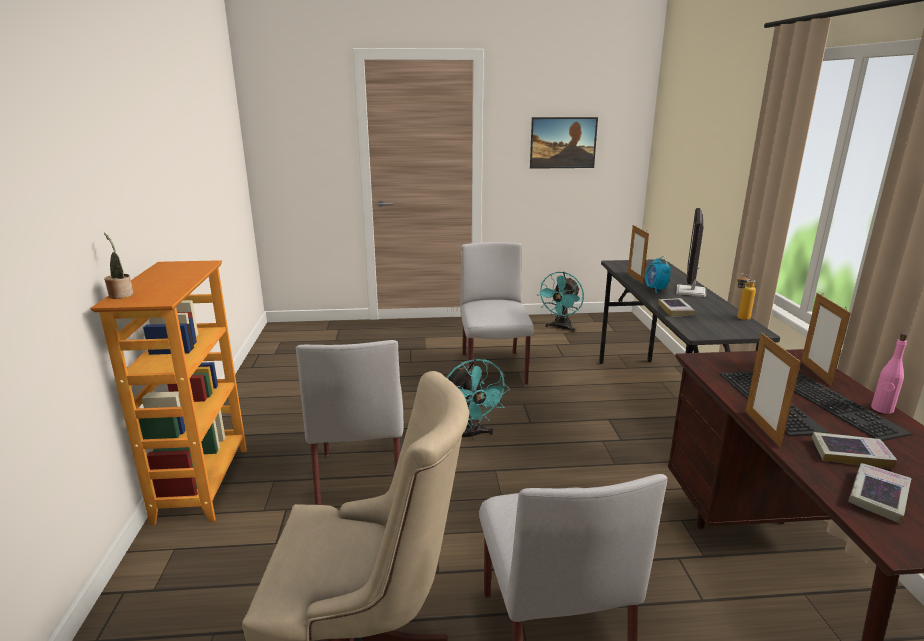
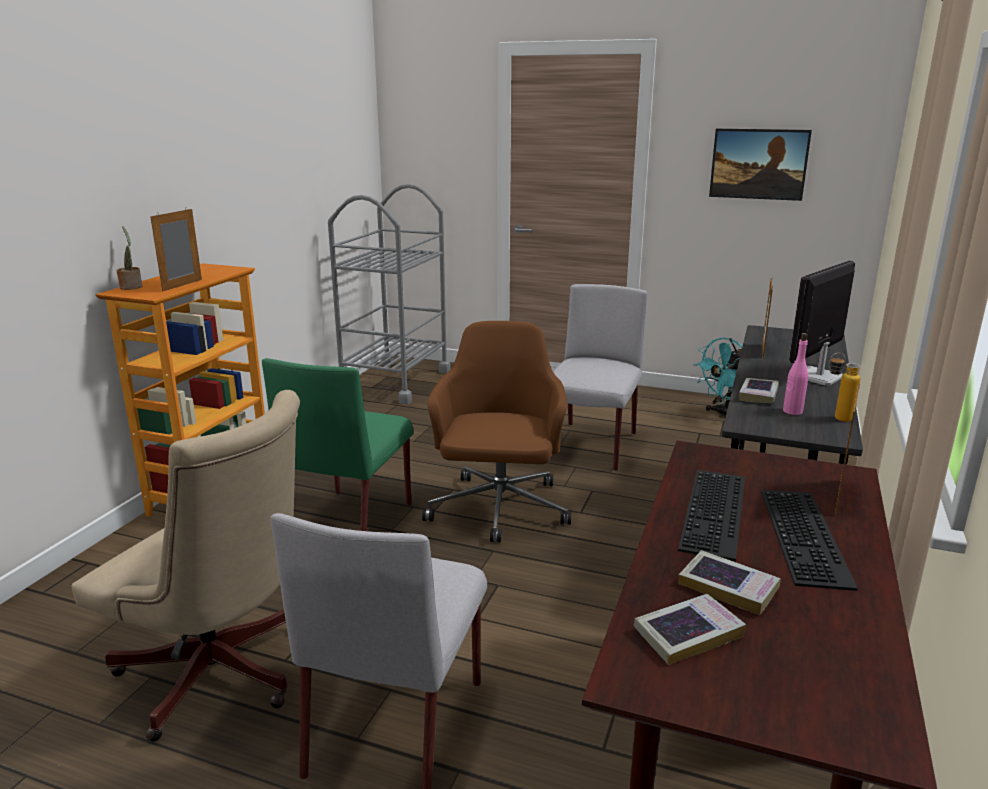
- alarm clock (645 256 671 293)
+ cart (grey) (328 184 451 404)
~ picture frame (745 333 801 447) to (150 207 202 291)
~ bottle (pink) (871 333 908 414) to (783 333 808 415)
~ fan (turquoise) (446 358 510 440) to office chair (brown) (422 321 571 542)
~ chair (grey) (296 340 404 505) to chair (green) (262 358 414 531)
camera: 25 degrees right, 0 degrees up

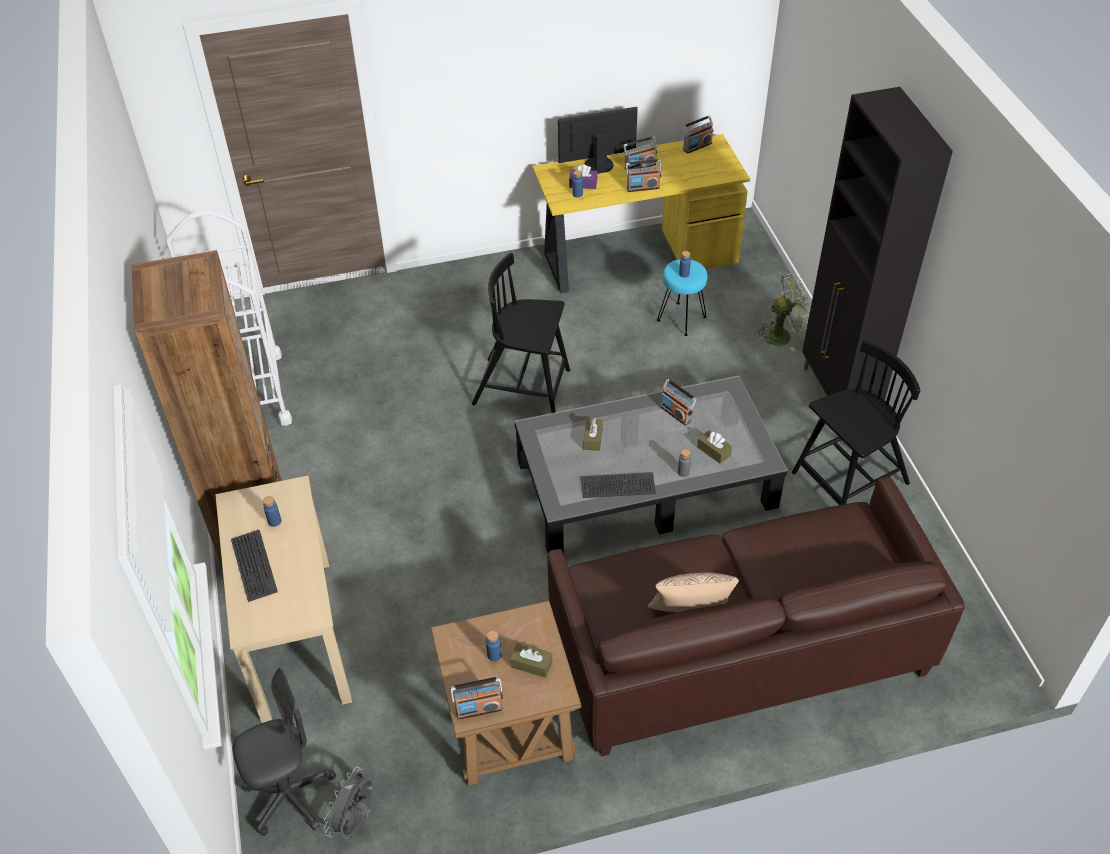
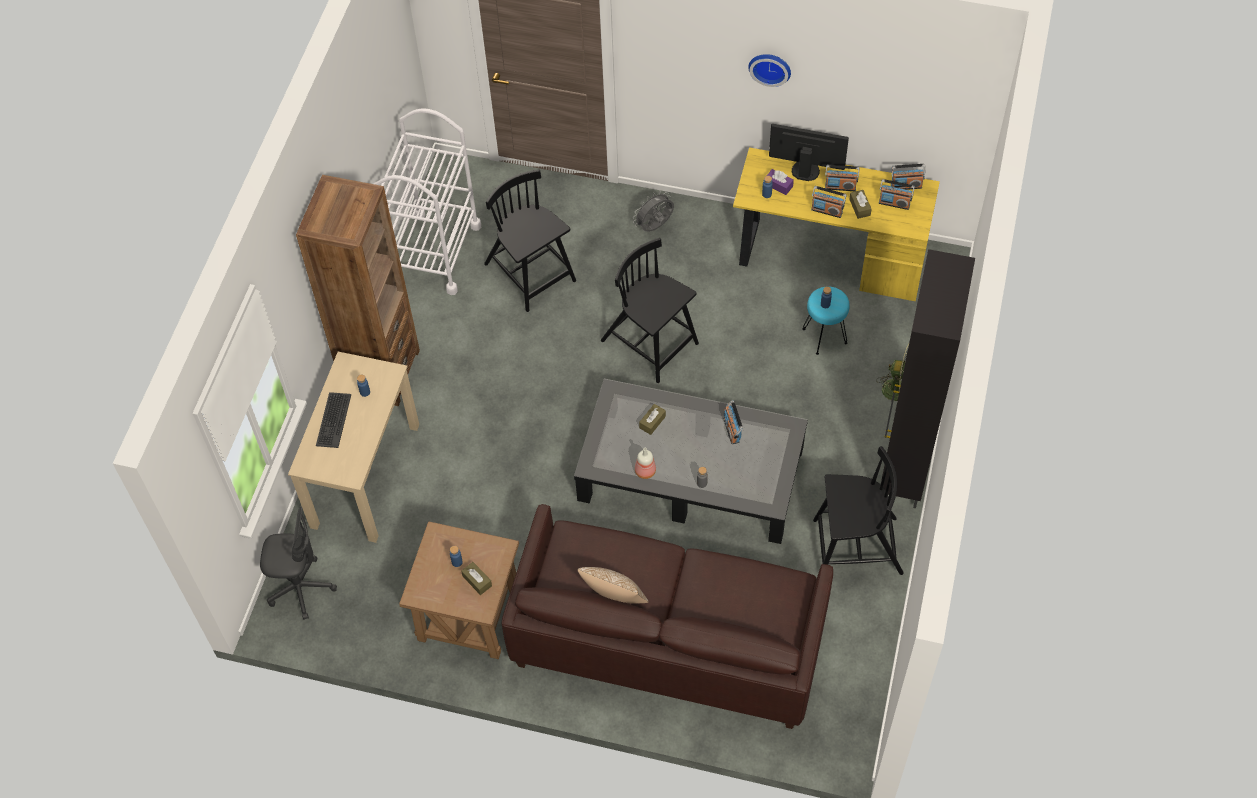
+ chair (black) (484 169 576 312)
+ wall clock (748 54 791 87)
~ fan (grey) (323 767 374 839) to (633 191 674 232)
~ radio (450 677 503 720) to (879 179 915 210)
~ tissue box (brown) (697 430 732 464) to (849 190 871 219)
~ keyboard (581 472 656 498) to bottle (635 448 656 479)
camera: 30 degrees right, 10 degrees up

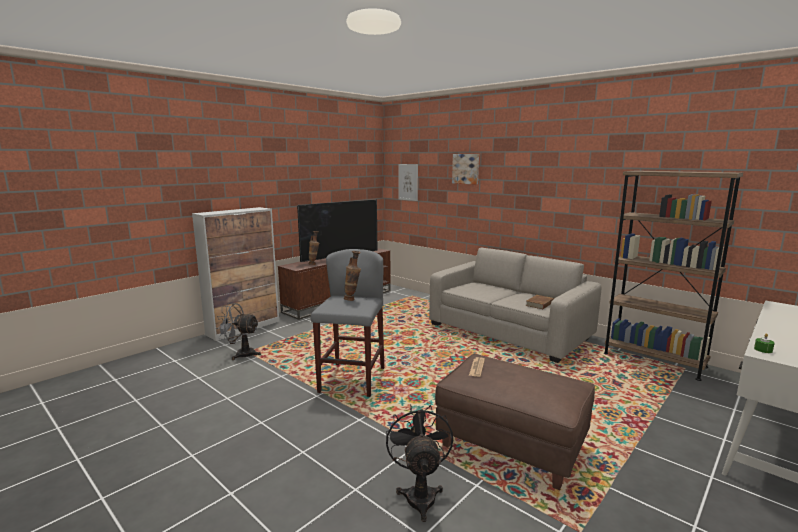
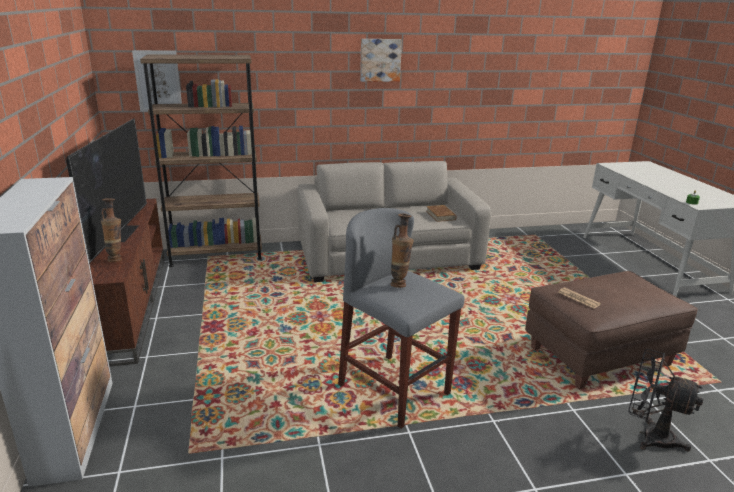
- fan (grey) (216 303 261 360)
~ picture (452 154 479 185) to (360 39 402 82)
~ bookcase (brown) (604 170 743 381) to (140 54 262 267)
camera: 55 degrees left, 10 degrees up

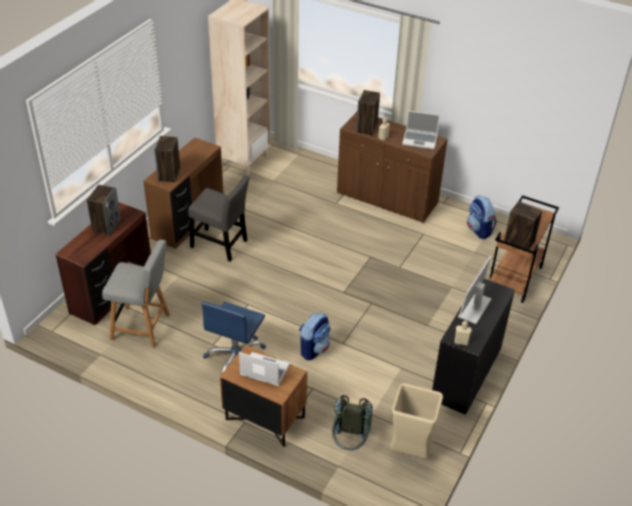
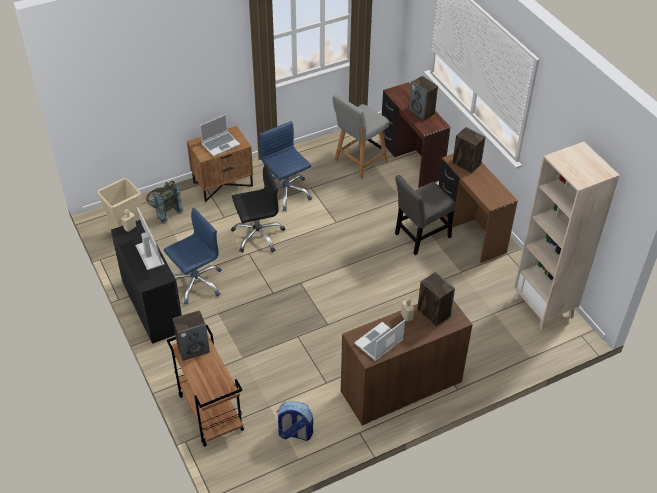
+ office chair (blue) (164 208 222 305)
~ backpack (299 313 331 360) to office chair (black) (231 163 285 253)
camera: 125 degrees right, 5 degrees up

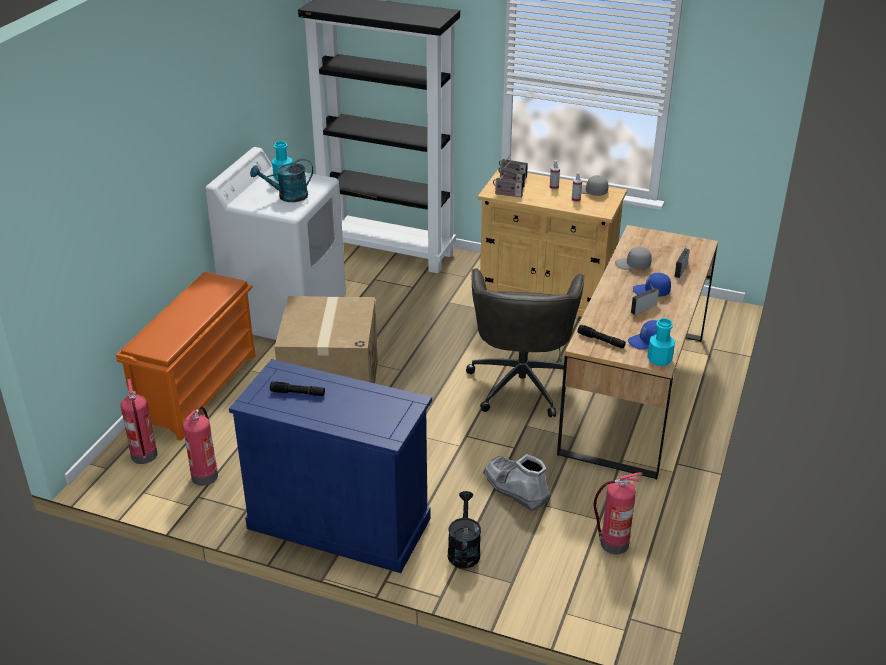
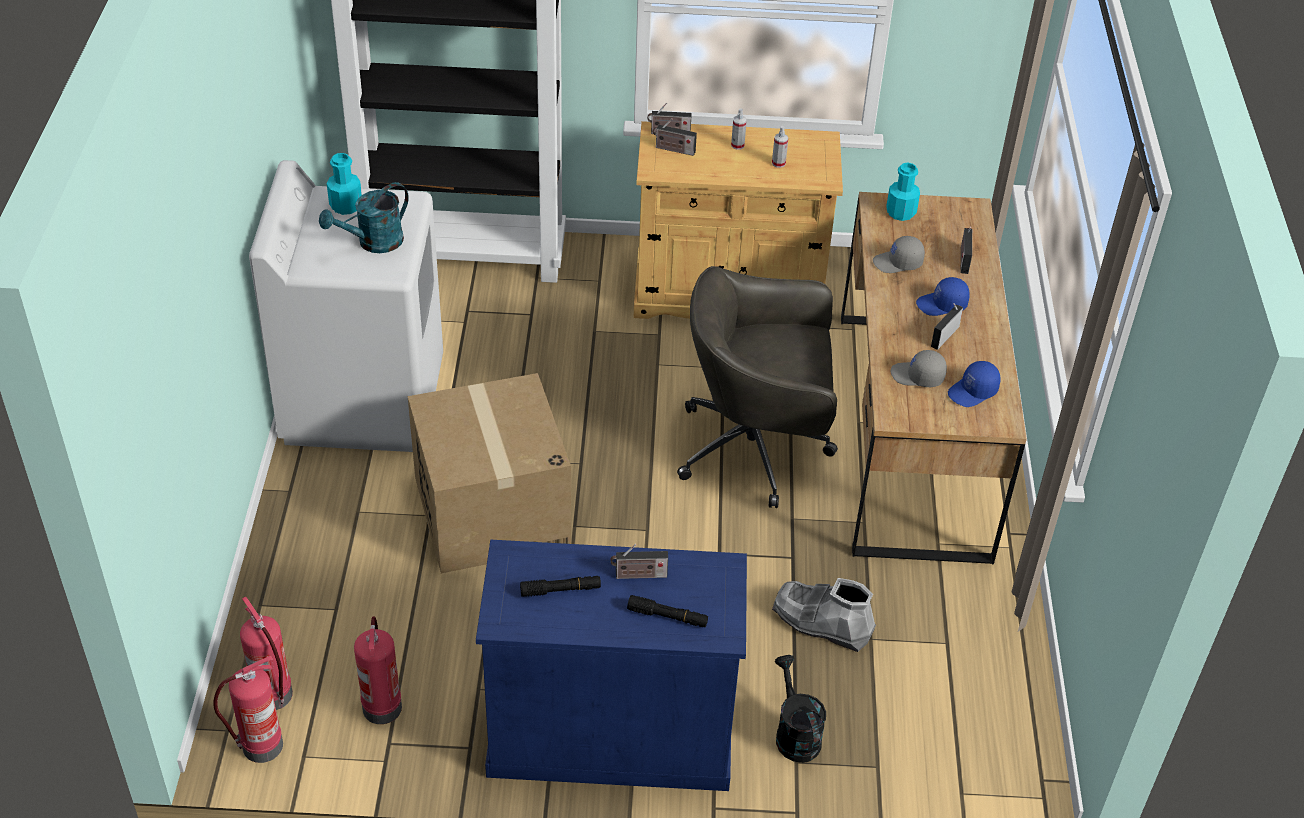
- shoe rack (orange) (116 272 256 441)
~ radio (493 172 523 197) to (611 544 668 579)
~ flashlight (black) (578 325 626 348) to (627 595 708 627)
~ cap (grey) (581 175 608 196) to (891 350 947 387)
~ fire extinguisher (594 472 643 554) to (213 656 283 763)
~ bottle (turquoise) (647 318 675 366) to (886 163 920 221)
~ office chair (grey) (466 268 584 417) = (677 266 838 508) 105 degrees clockwise
camera: 20 degrees left, 10 degrees up

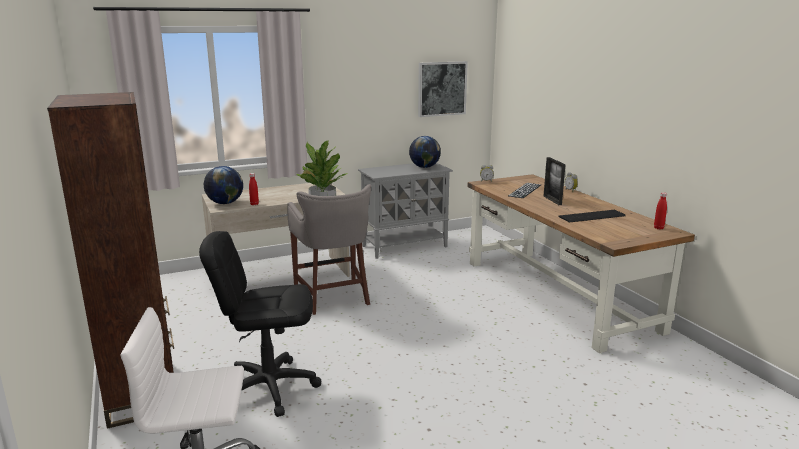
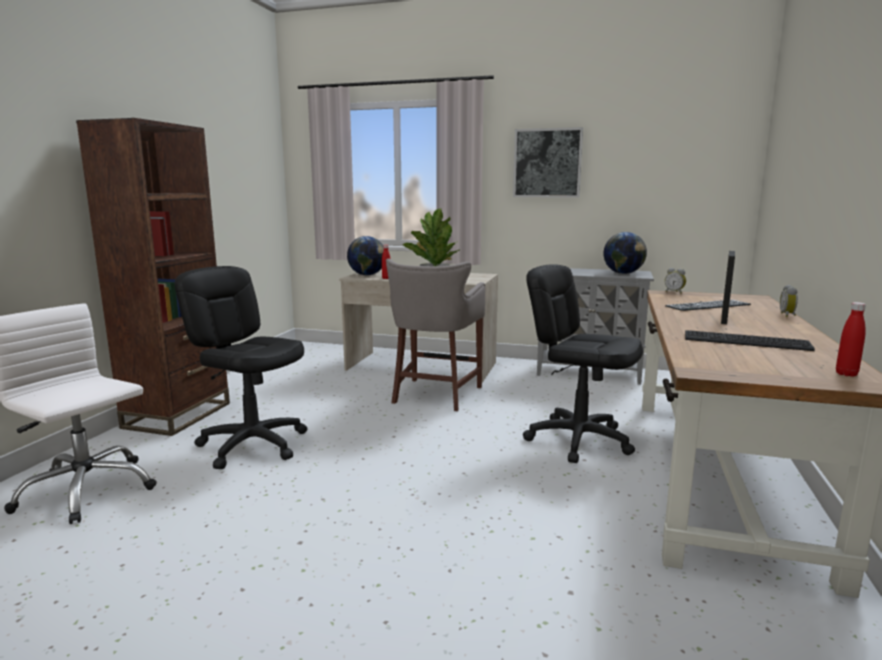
+ office chair (black) (523 264 643 463)
~ picture (418 61 468 117) to (513 127 583 198)
camera: 40 degrees right, 5 degrees down

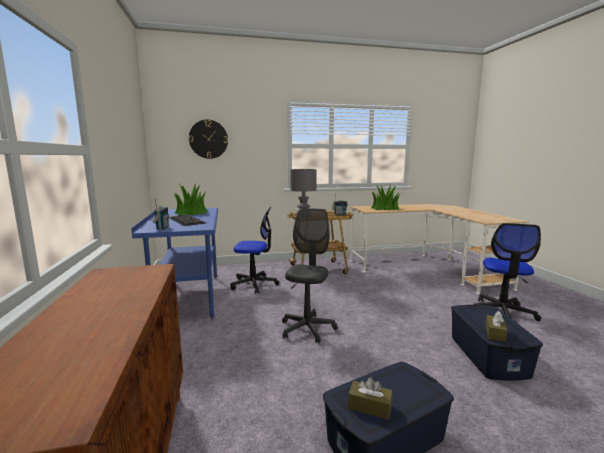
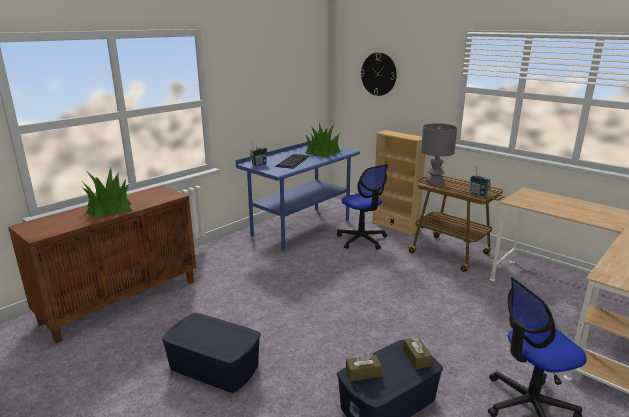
- office chair (grey) (282 208 338 344)
+ bookcase (beige) (371 130 426 235)
~ tissue box (brown) (348 377 393 420) to (403 336 432 369)
~ potted plant (371 184 401 210) to (83 168 132 219)
camera: 55 degrees right, 10 degrees up

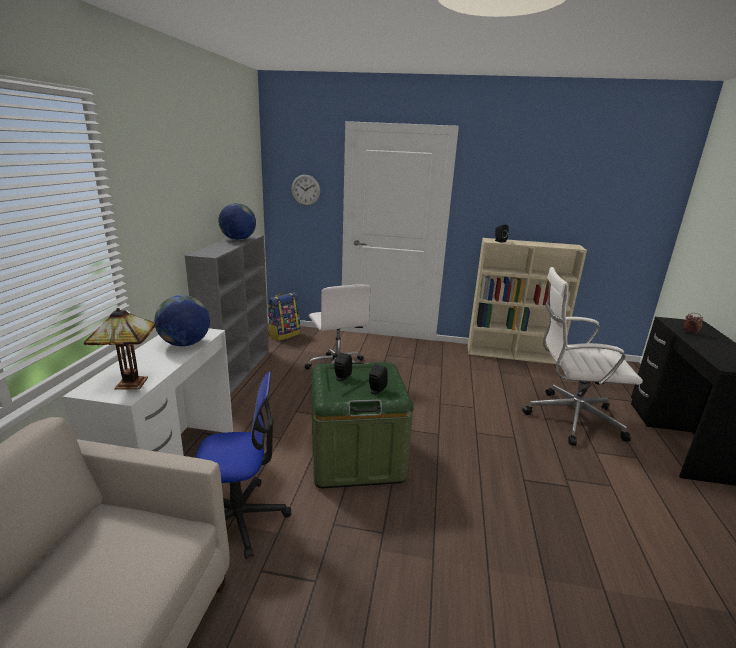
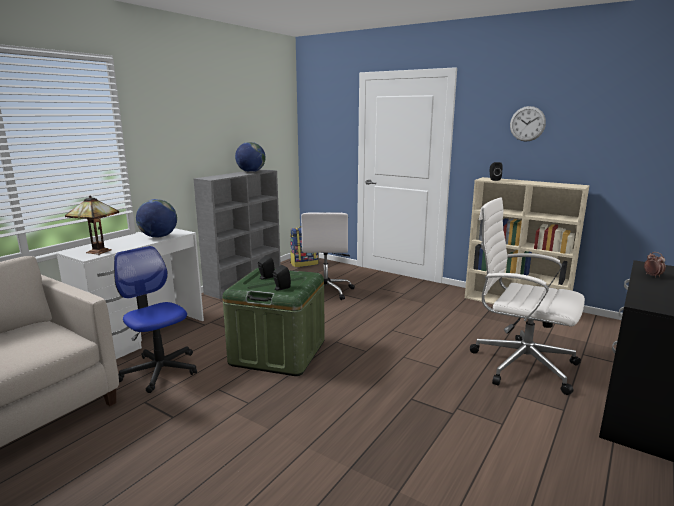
~ wall clock (291 175 320 206) to (510 106 546 142)
~ office chair (195 371 291 559) = (114 246 197 393) 150 degrees counterclockwise
camera: 25 degrees right, 5 degrees down

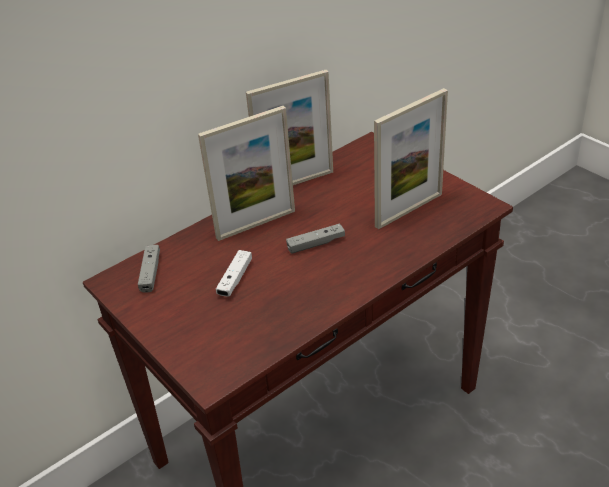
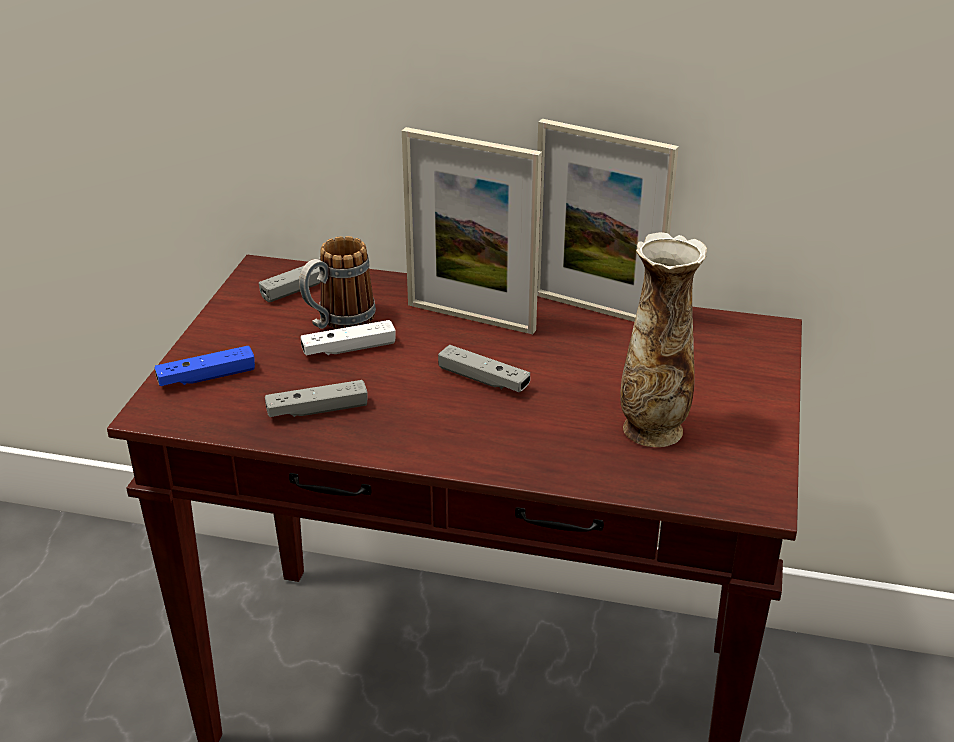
+ game controller (blue) (155 346 255 386)
+ game controller (grey) (265 380 368 417)
+ mug (299 236 376 329)
~ picture frame (374 88 448 229) to vase (620 232 707 447)
camera: 50 degrees right, 5 degrees down

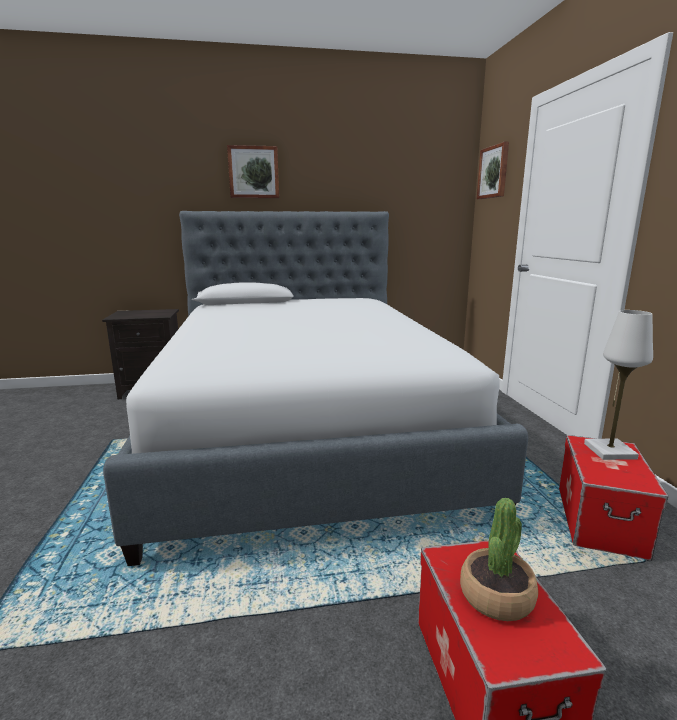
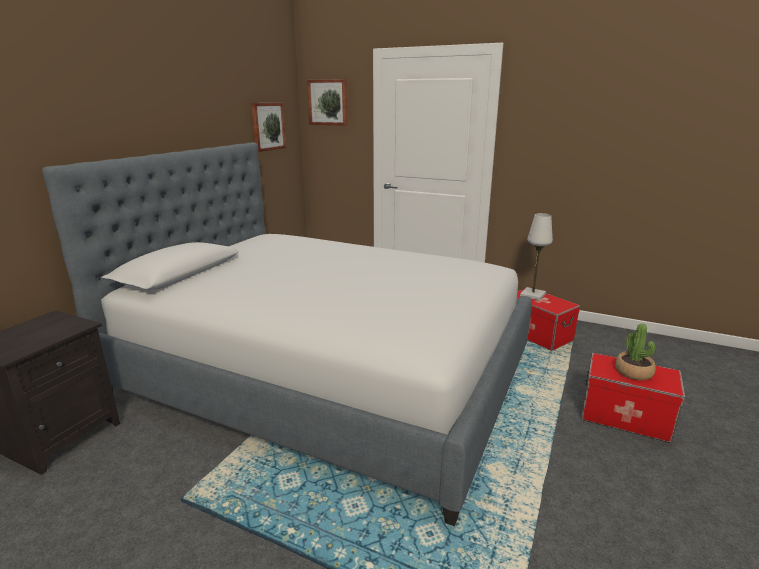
~ picture (227 145 279 198) to (251 103 286 152)
camera: 55 degrees left, 5 degrees up

